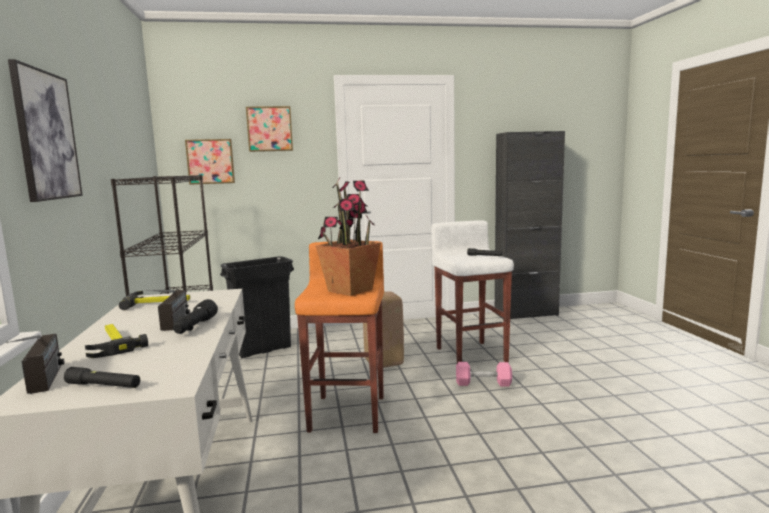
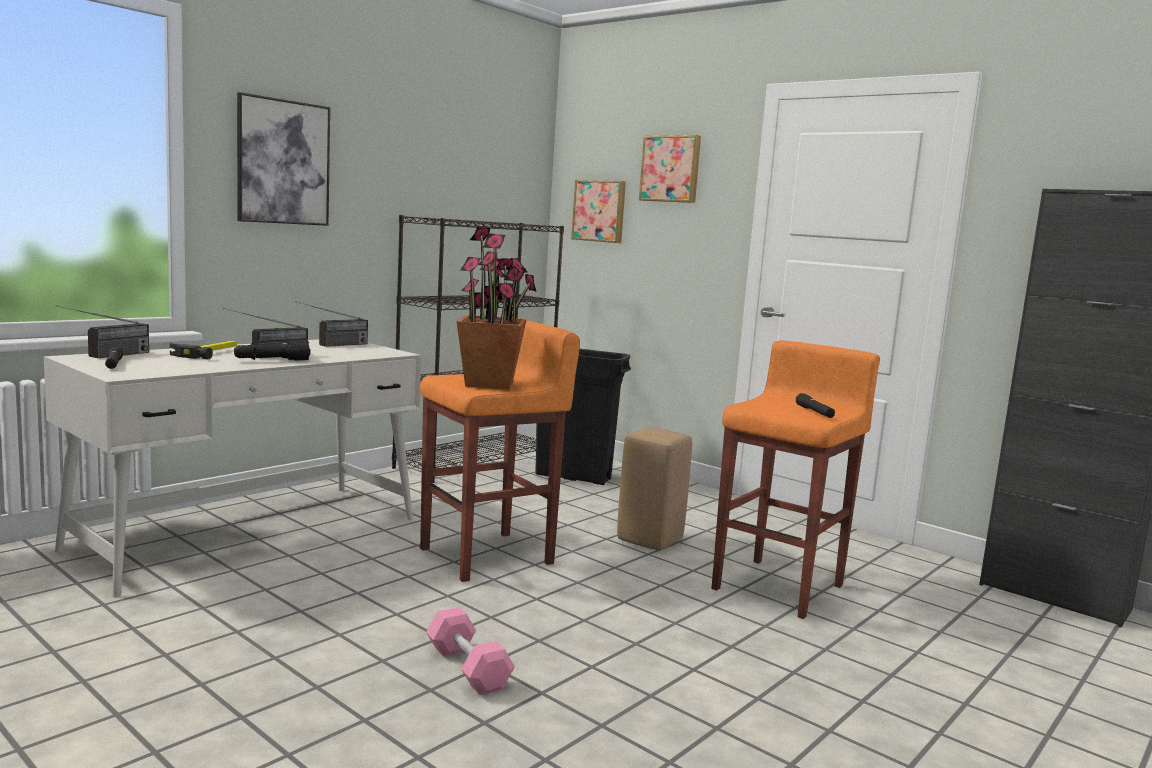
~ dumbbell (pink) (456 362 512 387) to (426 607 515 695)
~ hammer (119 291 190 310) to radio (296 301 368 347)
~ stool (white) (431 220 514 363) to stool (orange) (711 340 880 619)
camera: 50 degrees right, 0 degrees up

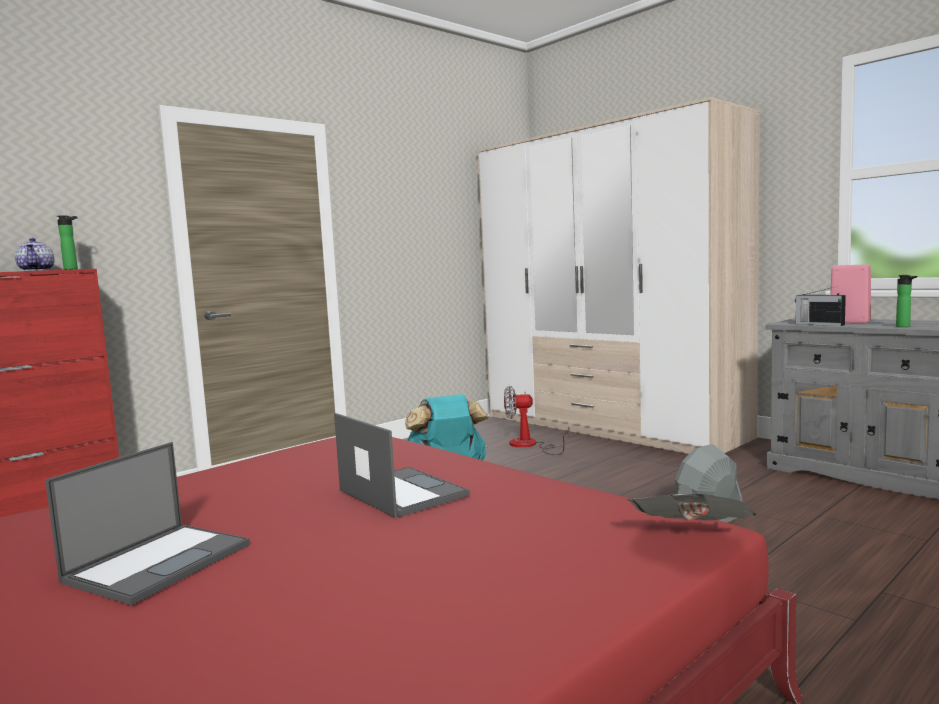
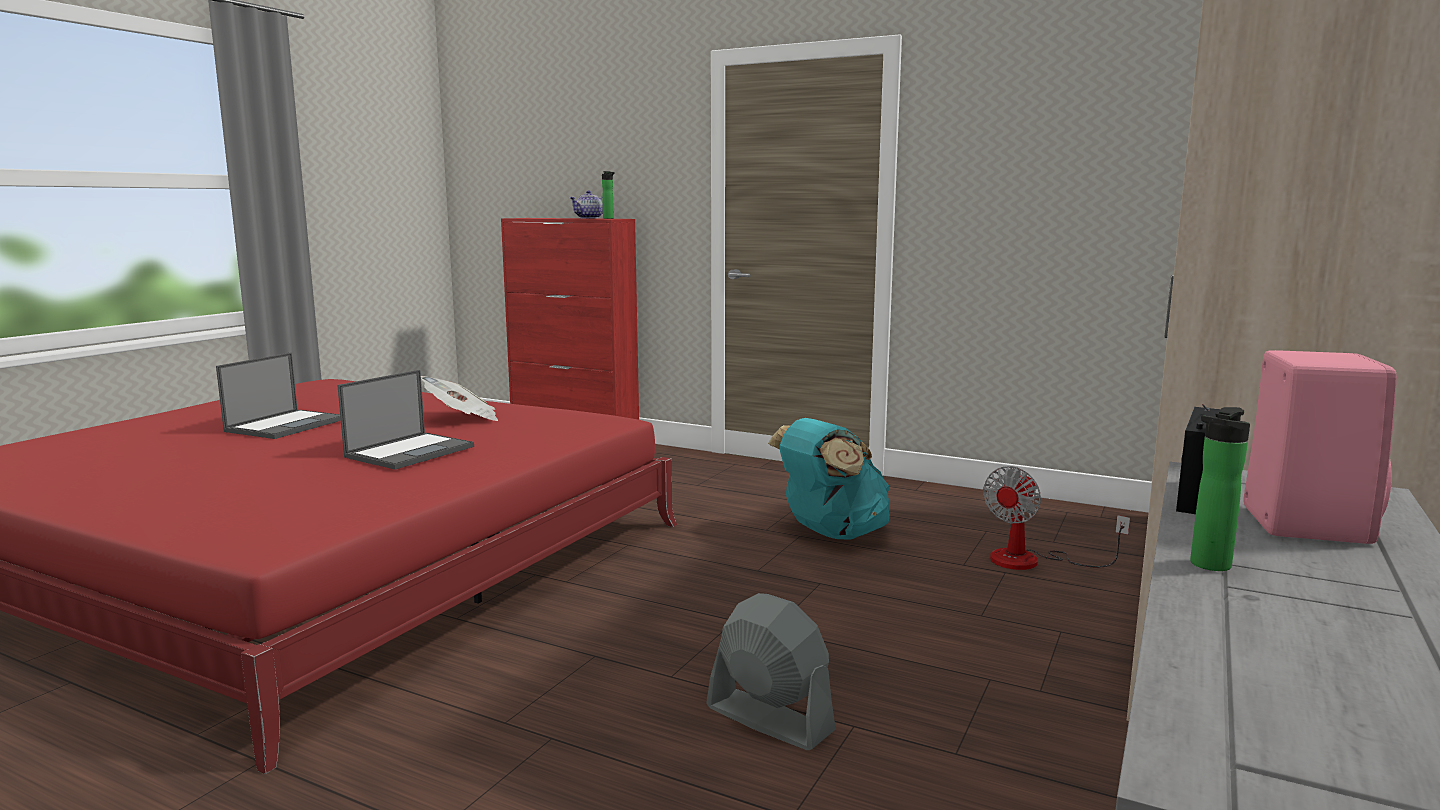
~ newspaper (627 494 757 521) to (421 376 498 421)
~ laptop (45 442 250 605) = (216 353 341 439) 75 degrees counterclockwise
~ fan (504 386 570 455) = (983 466 1130 570) 120 degrees counterclockwise
camera: 70 degrees right, 5 degrees up

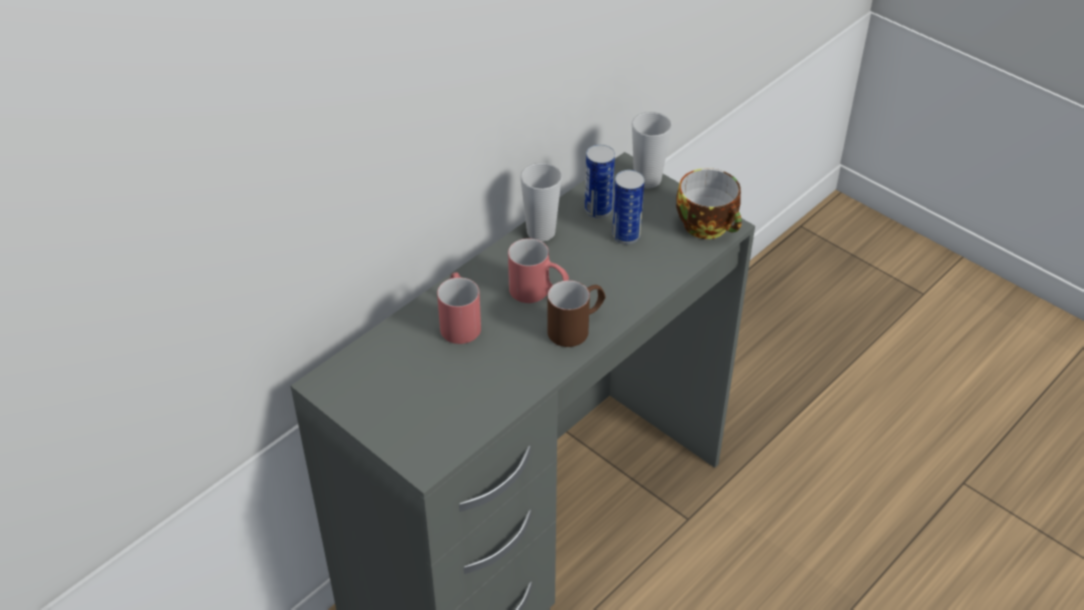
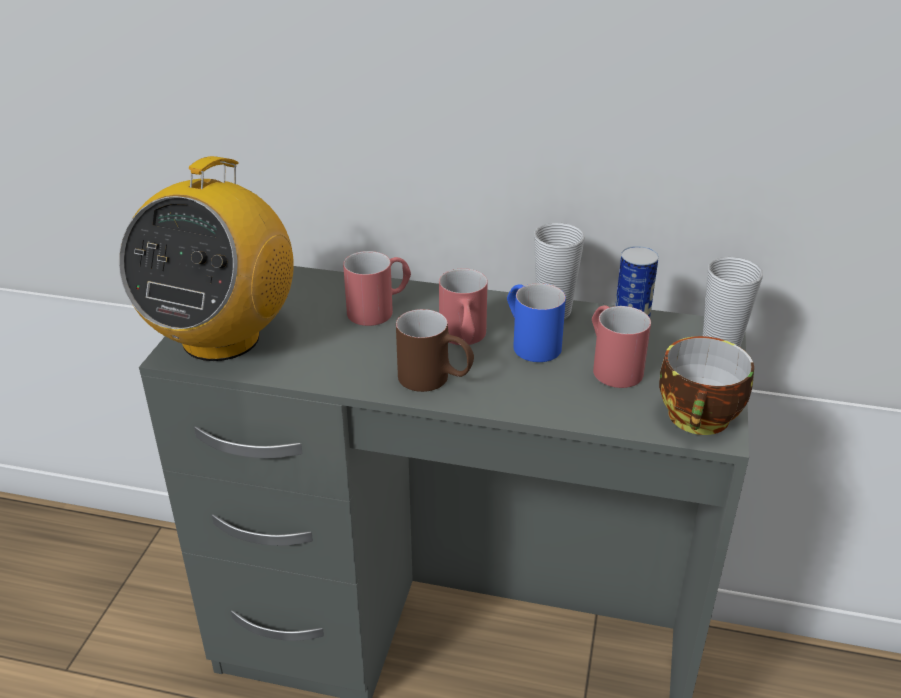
+ radio (119 156 294 361)
+ mug (blue) (507 283 566 362)
~ can (612 170 644 245) to mug (red) (592 305 651 388)
camera: 60 degrees right, 10 degrees down

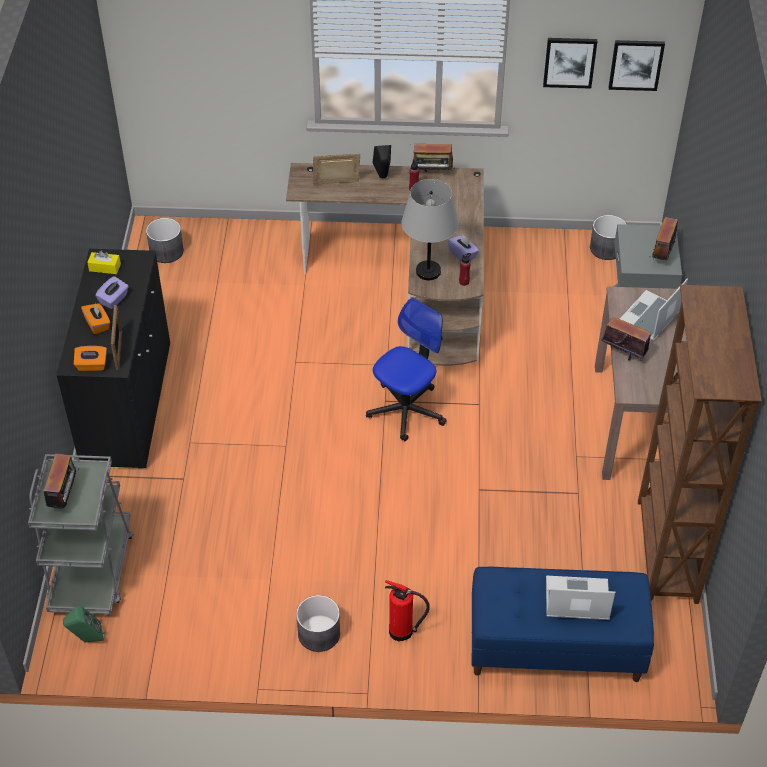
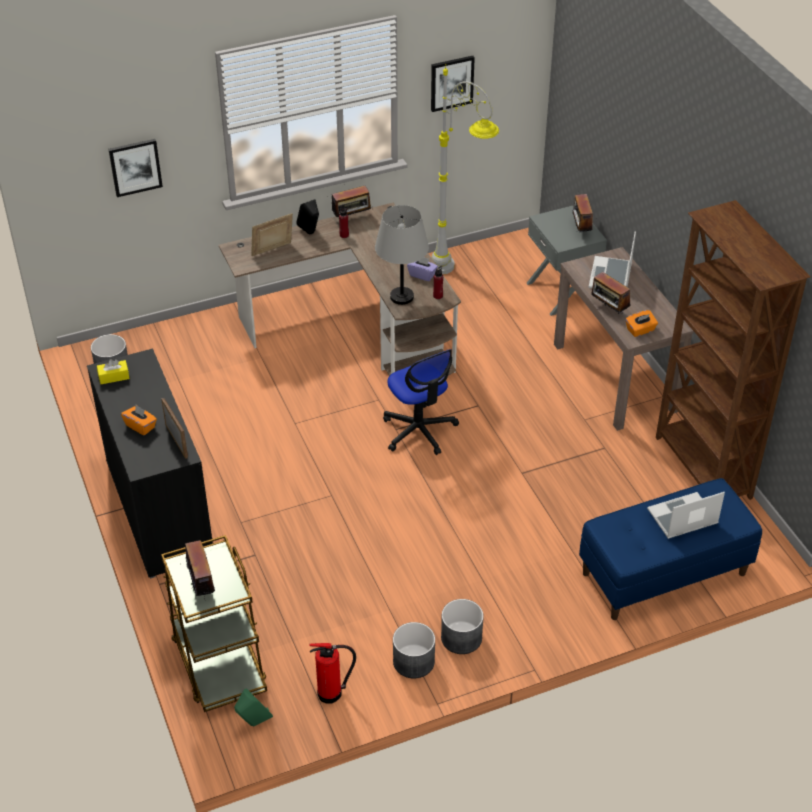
- tissue box (purple) (95 276 129 309)
+ floor lamp (grey) (431 64 499 274)
~ tissue box (orange) (74 346 107 371) to (626 310 658 337)
~ fire extinguisher (385 580 430 641) to (309 643 356 704)
~ planter (grey) (590 215 627 260) to (393 622 435 678)
~ picture (609 40 665 91) to (108 139 163 197)
~ cart (grey) (28 454 134 614) to cart (brown) (161 535 267 712)
~ office chair (366 298 447 441) = (383 349 459 455) 135 degrees clockwise
~ radio (602 317 651 360) = (591 272 631 314) 135 degrees counterclockwise
camera: 25 degrees left, 5 degrees down

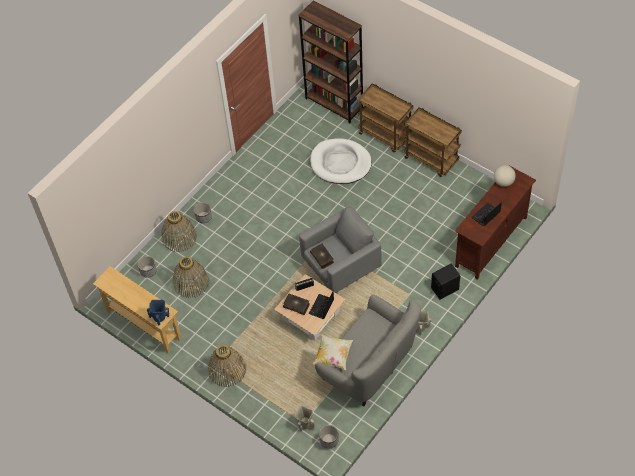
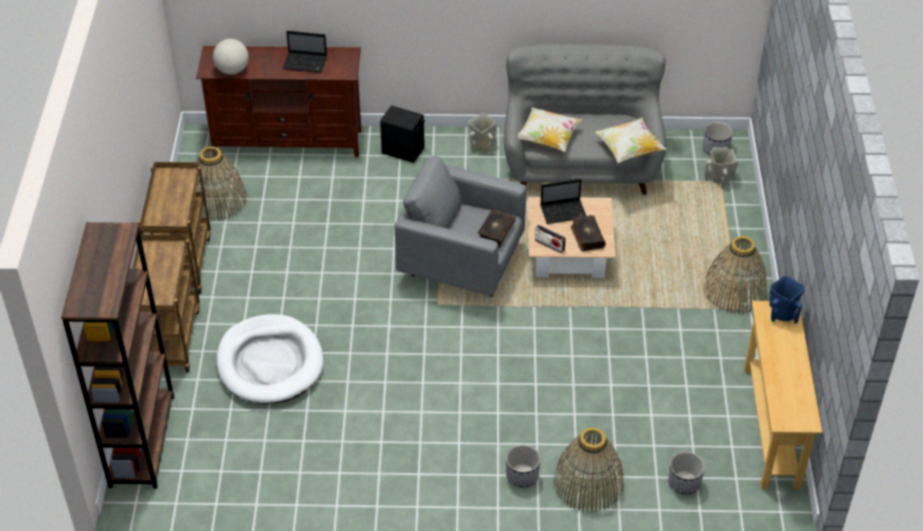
+ pillow (517 107 582 152)
~ basket (173 257 209 298) to (196 146 247 221)
camera: 130 degrees left, 10 degrees down

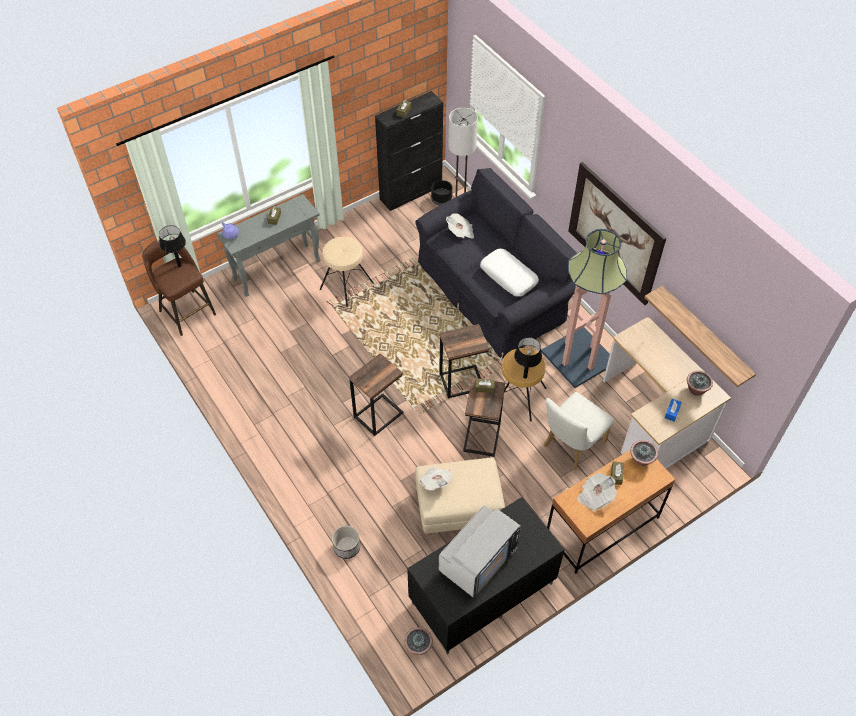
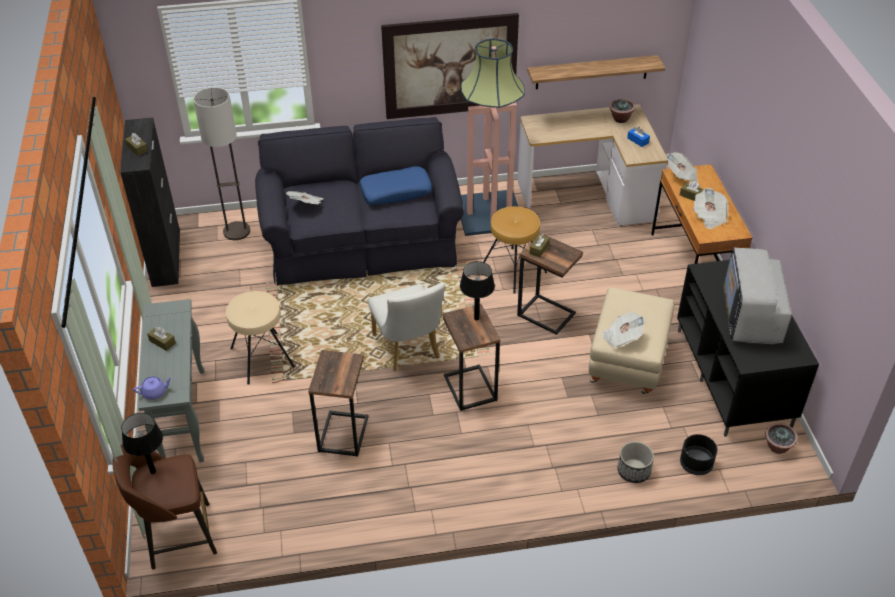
~ planter (black) (431 180 452 206) to (680 434 717 475)
~ side table (439 324 489 398) to (308 350 369 457)
~ table lamp (black) (514 337 542 379) to (460 261 495 320)
~ chair (white) (544 392 614 470) to (368 283 445 371)
~ potted plant (630 440 658 466) to newspaper (666 152 698 183)
~ pillow (white) (480 249 539 297) to pillow (blue) (360 166 432 205)
~ television (439 505 521 598) = (723 248 792 344) 150 degrees counterclockwise
camera: 65 degrees left, 10 degrees down

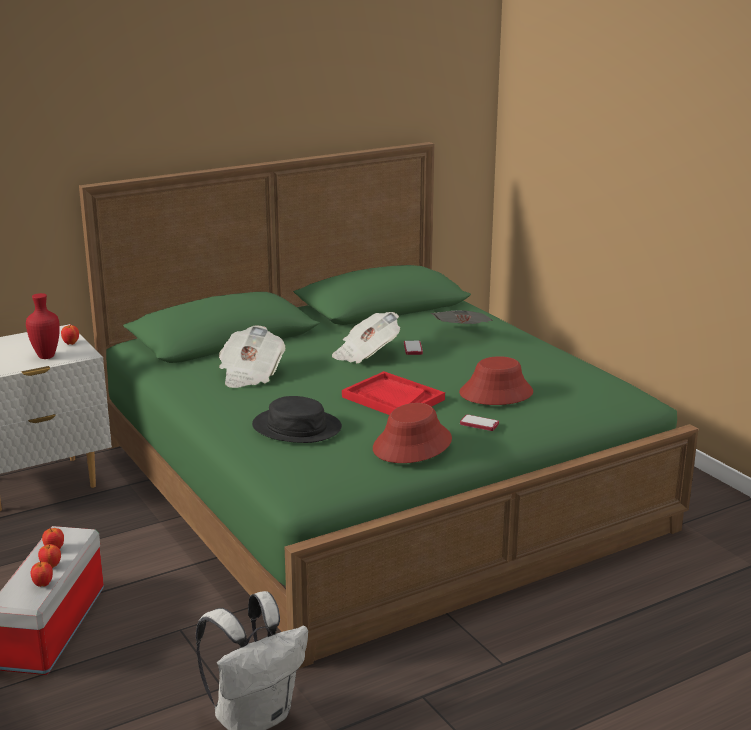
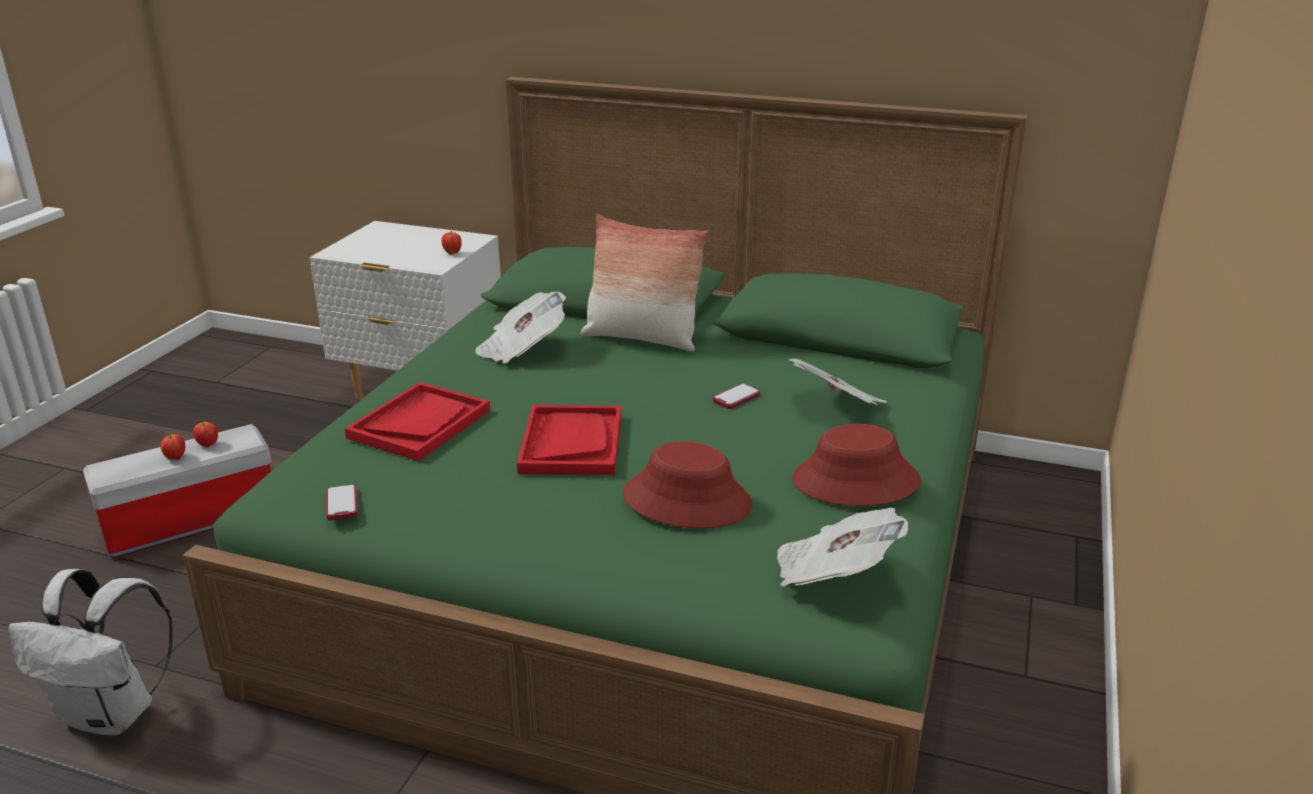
- vase (red) (26 293 60 359)
- apple (31 561 53 587)
+ pillow (580 214 709 352)
~ newspaper (332 312 400 363) to (777 508 908 586)
~ hat (red) (373 403 452 463) to (793 424 921 506)
~ phone (460 415 499 431) to (326 484 358 520)
~ hat (black) (252 396 342 443) to tray (red) (344 382 490 461)
camera: 50 degrees right, 5 degrees up

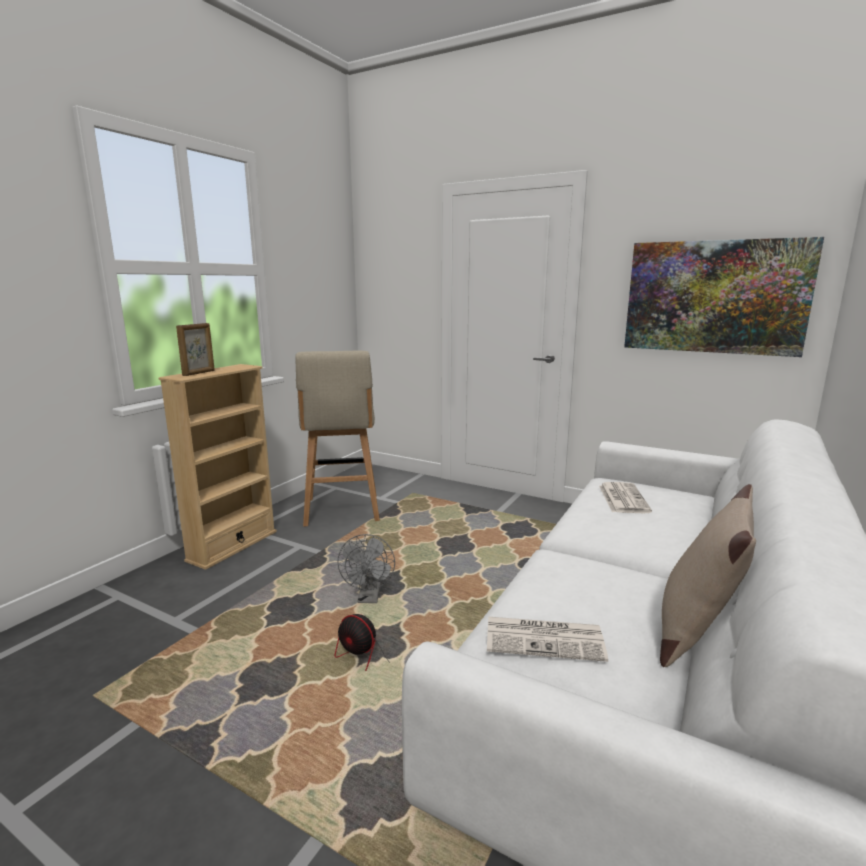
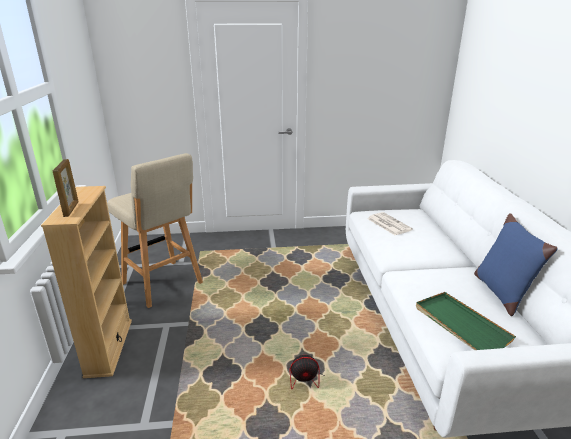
- fan (grey) (337 534 395 603)
- picture (624 237 824 357)
~ newspaper (487 617 608 662) to tray (green) (416 292 516 350)
~ pillow (beige) (660 484 756 668) to pillow (blue) (474 213 558 316)
camera: 35 degrees left, 10 degrees up

